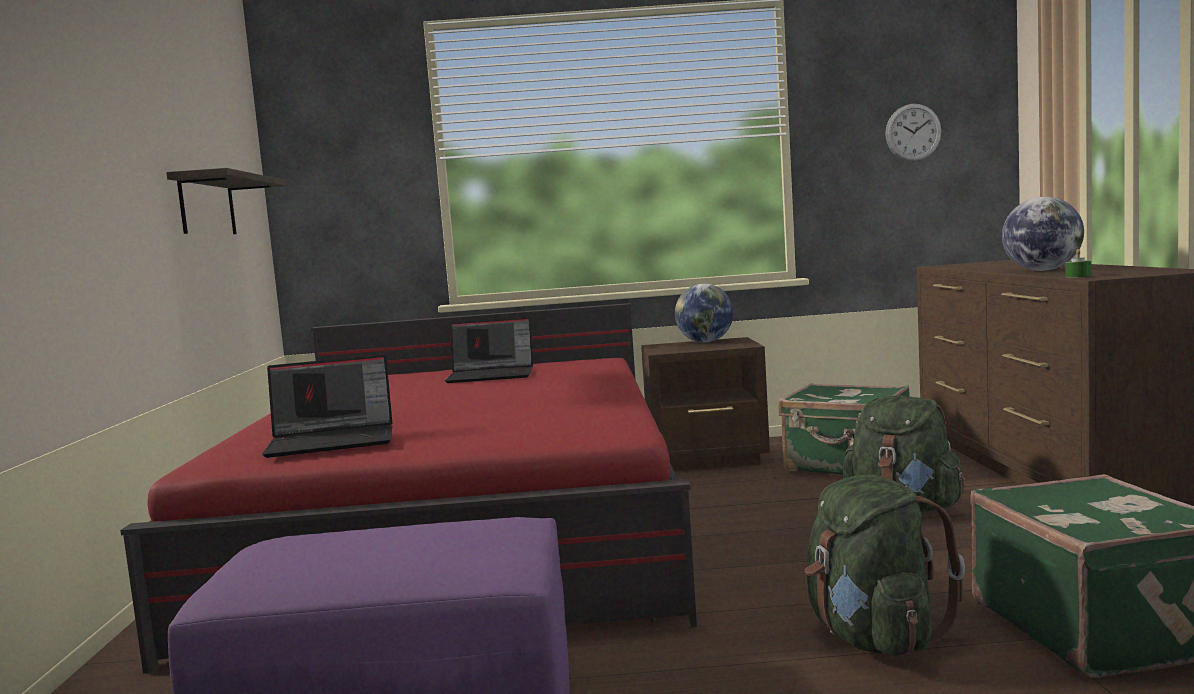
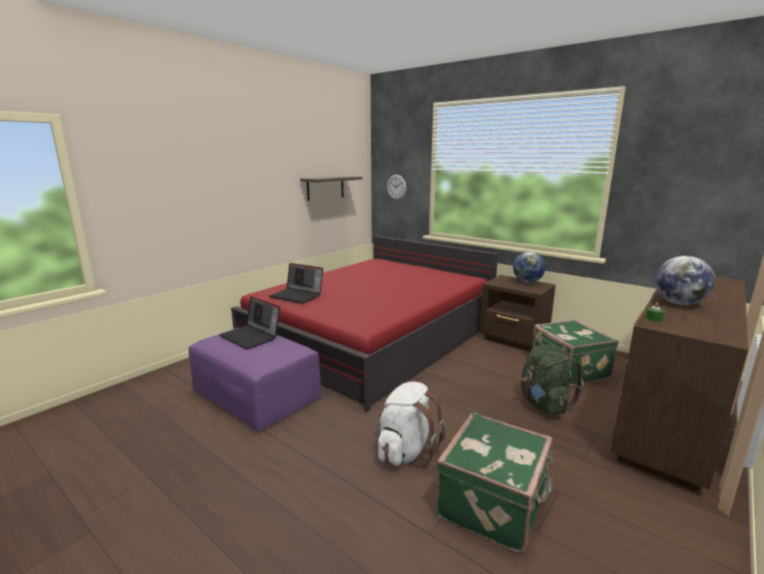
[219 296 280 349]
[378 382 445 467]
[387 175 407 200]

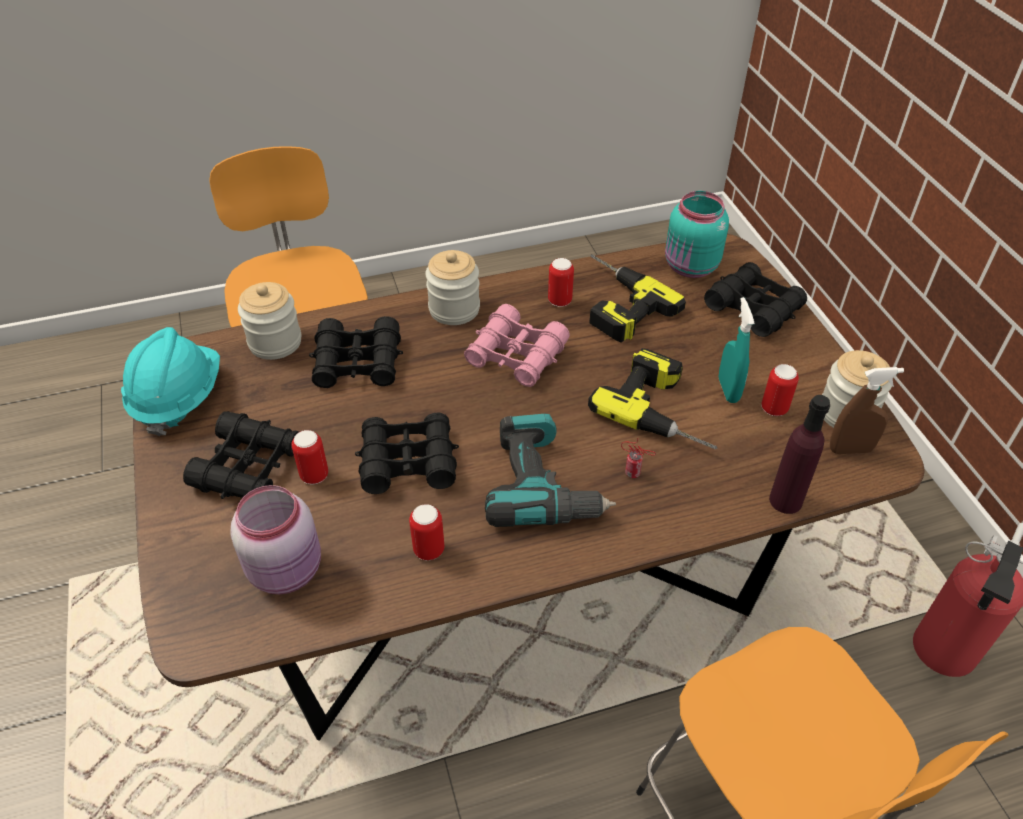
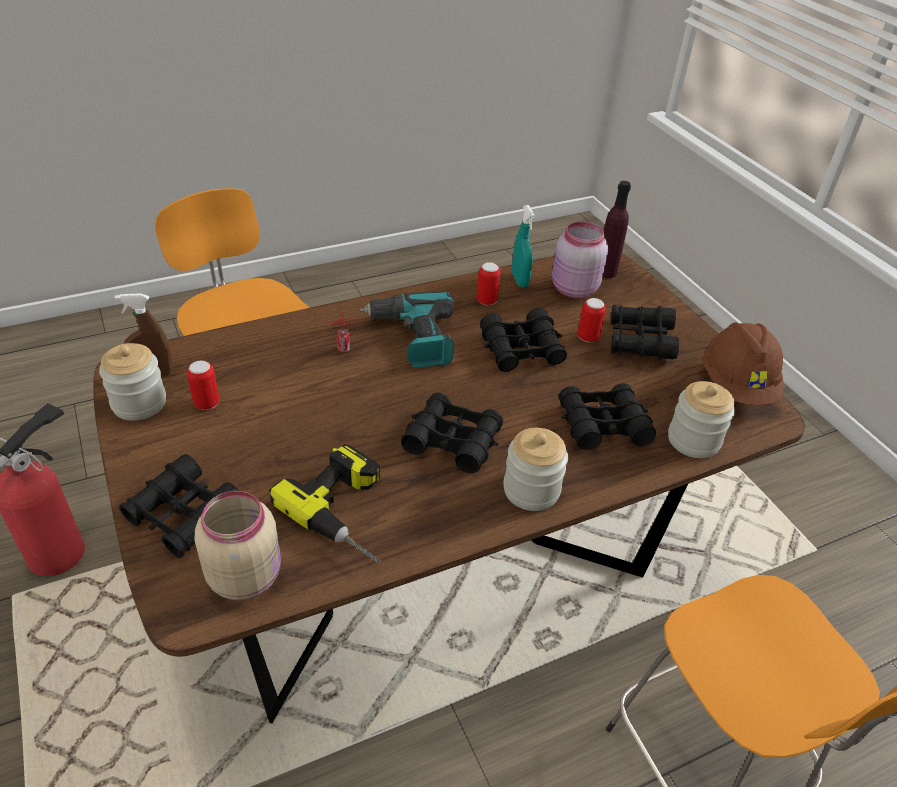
[703 322 784 405]
[401 393 503 473]
[548 258 574 307] (first image)
[588 348 717 449] (first image)
[195 491 281 600]
[512 205 535 287]
[603 181 631 278]

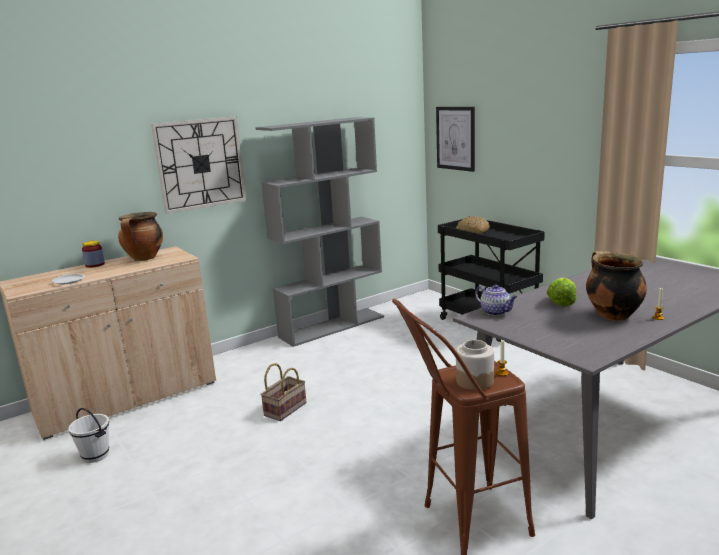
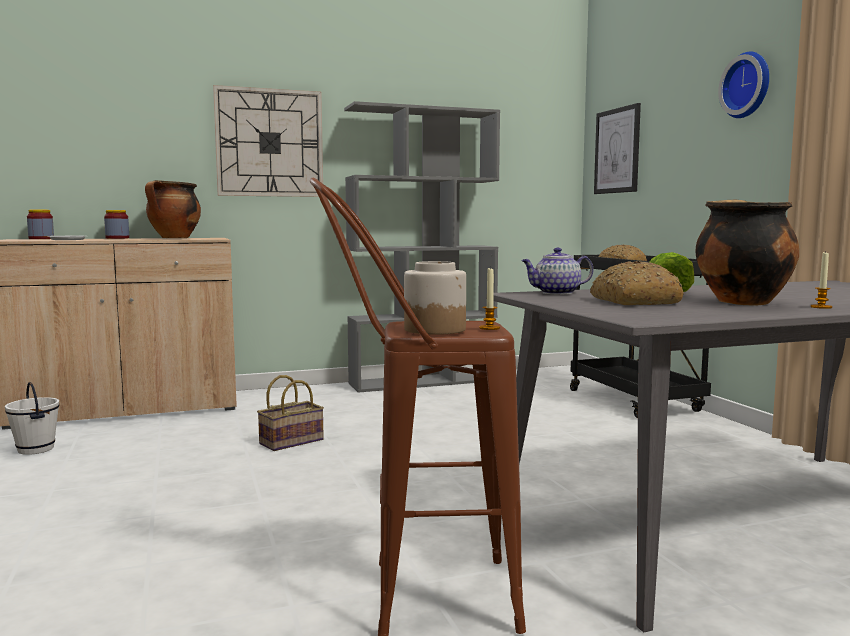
[521 248 594 295]
[27 210 54 239]
[590 261 684 305]
[718 52 769 118]

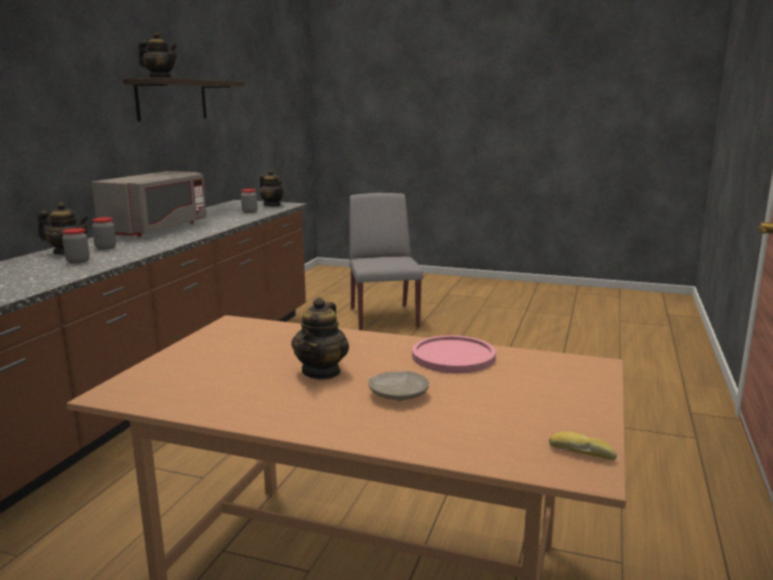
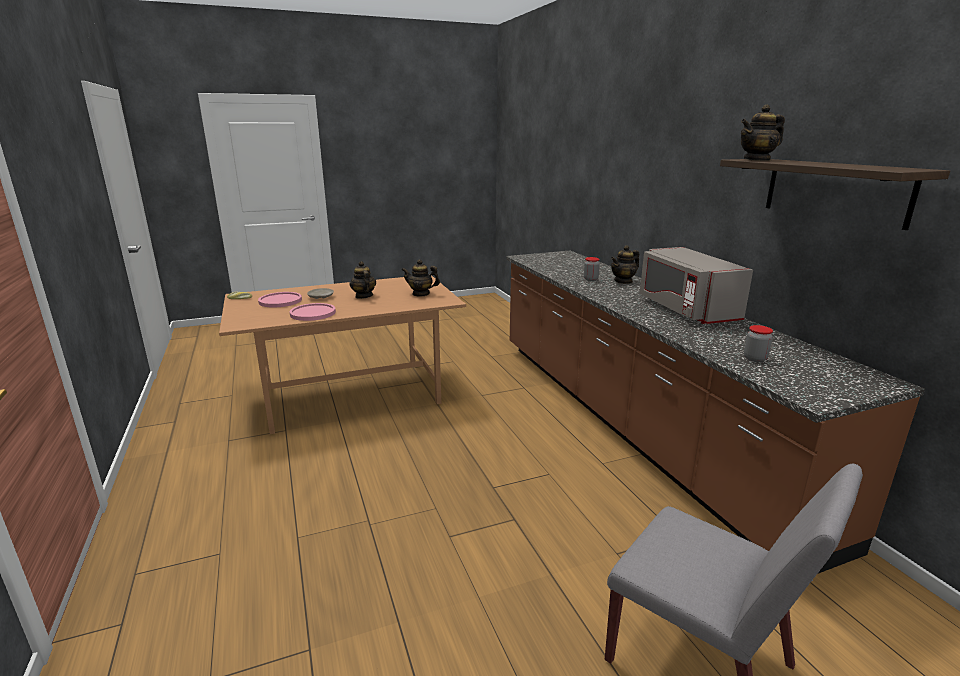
[92 217 116 249] (first image)
[402 259 440 296]
[258 292 302 308]

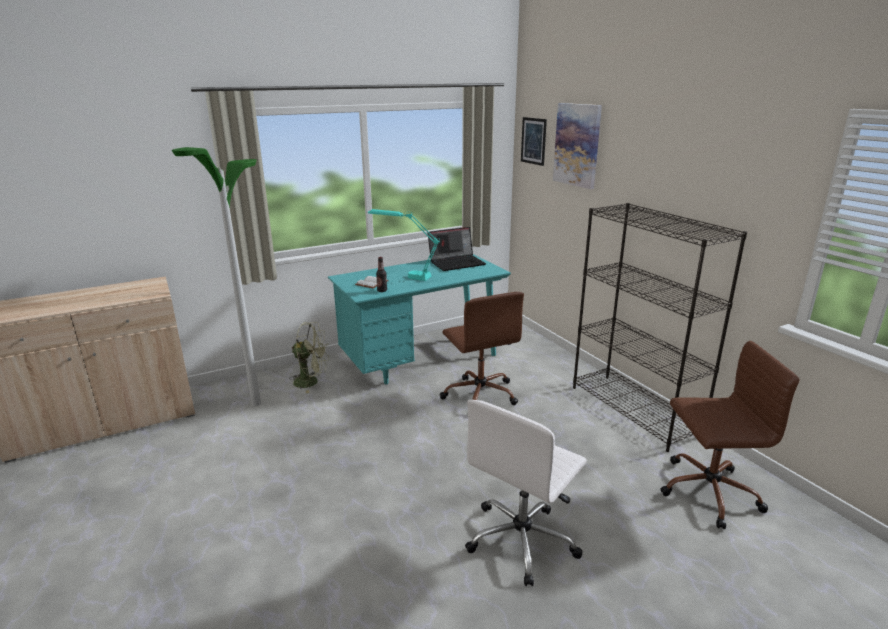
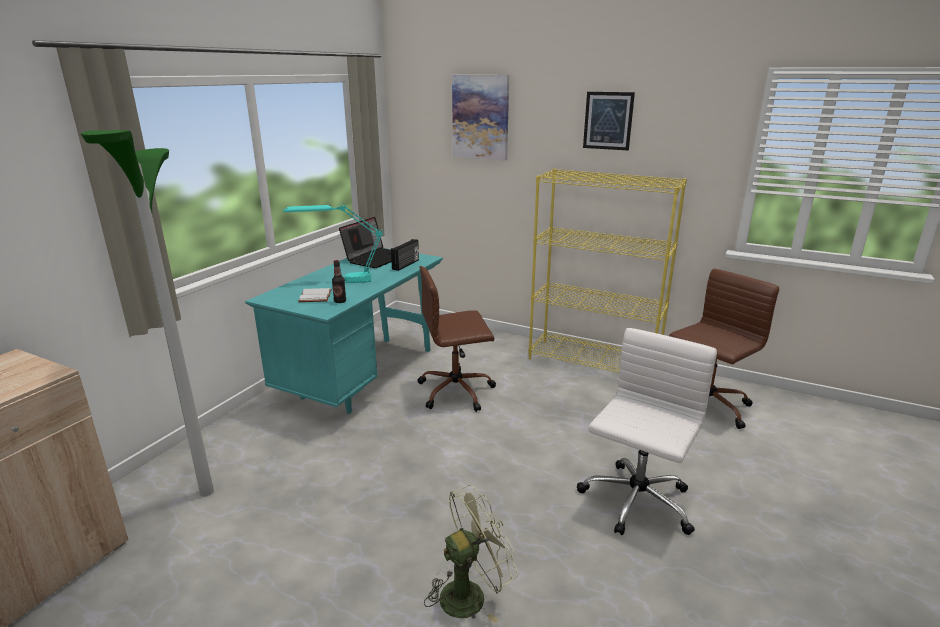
[424 485 519 623]
[418 266 496 412]
[577 328 717 535]
[583 92 635 150]
[528 169 687 373]
[391 239 419 271]

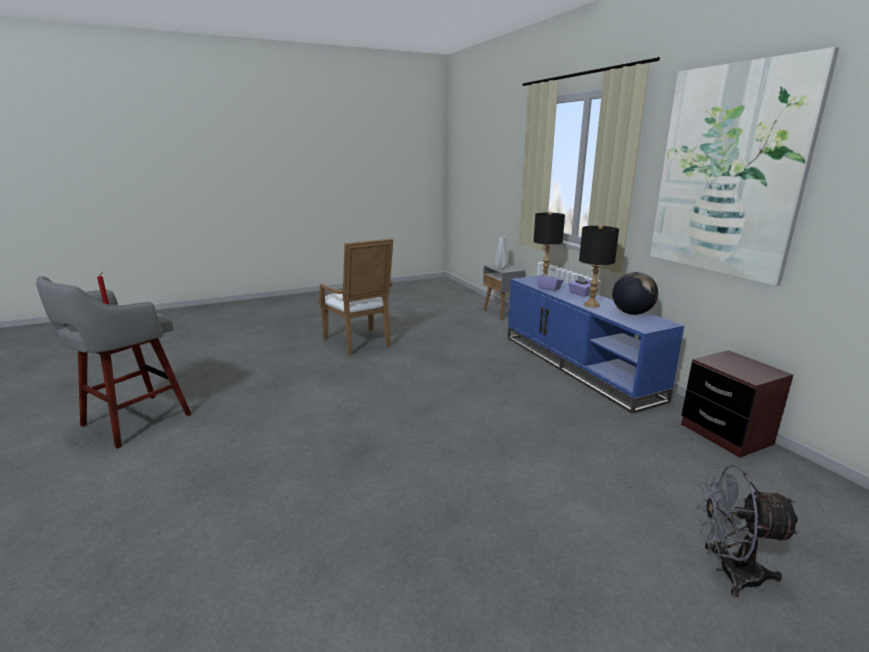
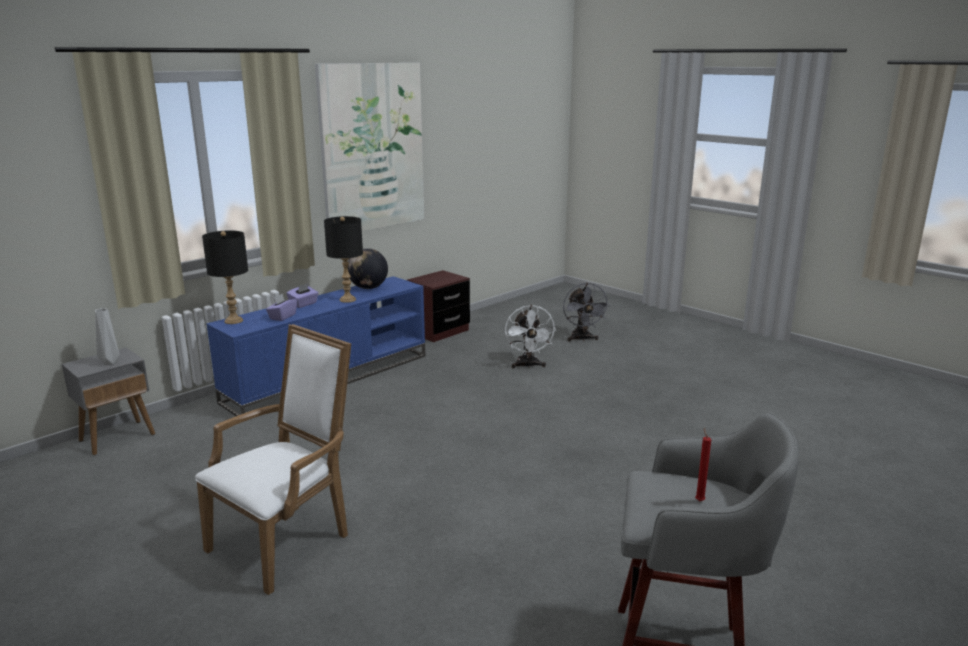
[505 305 556 368]

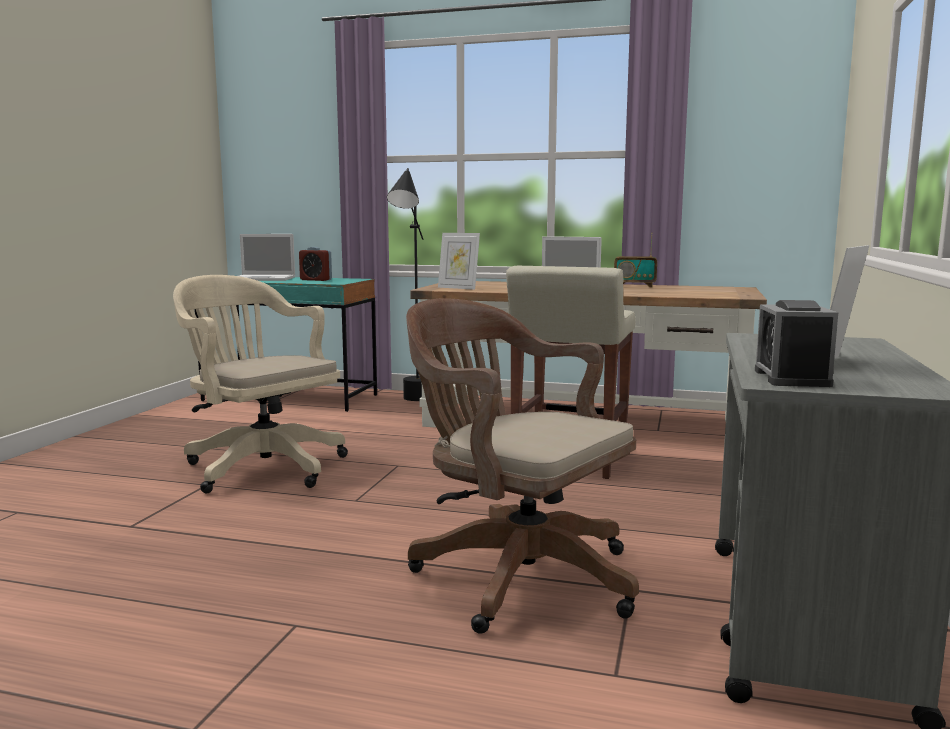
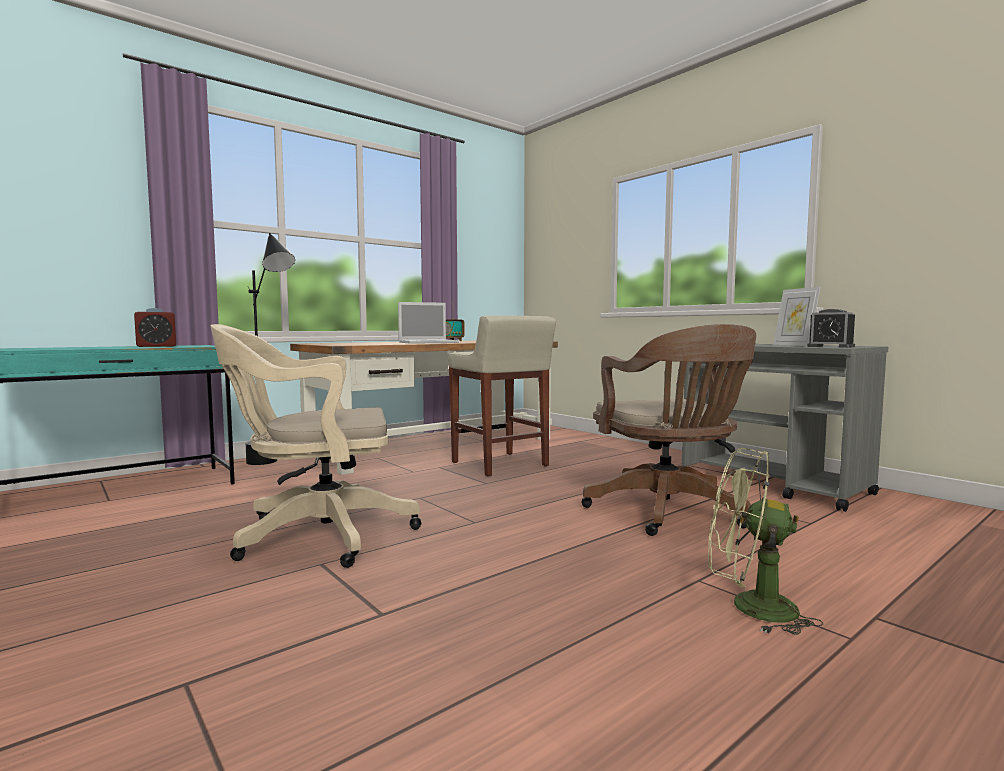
[239 234 295 281] (first image)
[581 324 756 536]
[438 233 480 290] (first image)
[708 448 823 635]

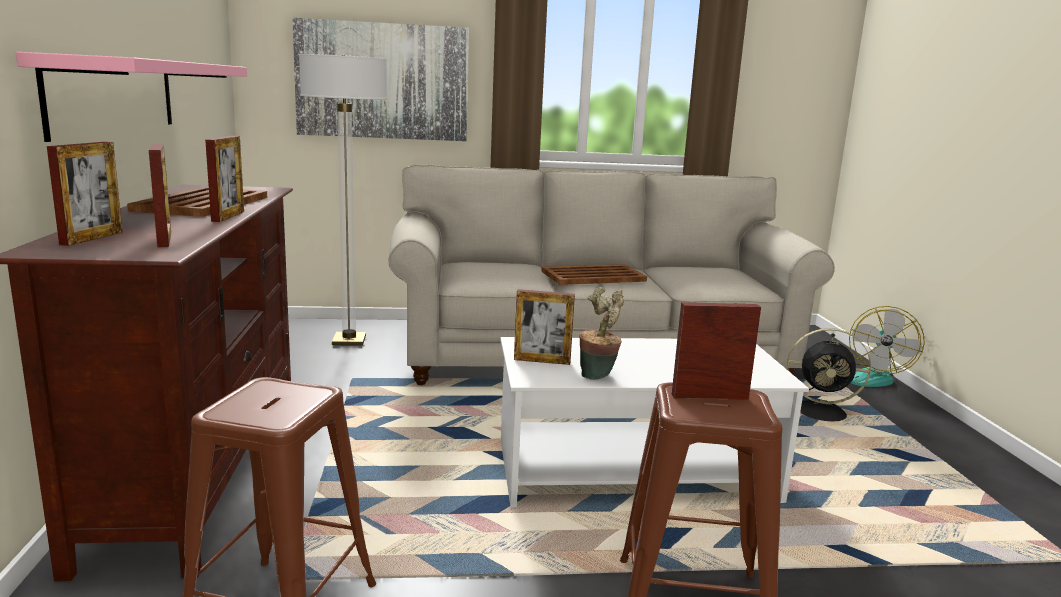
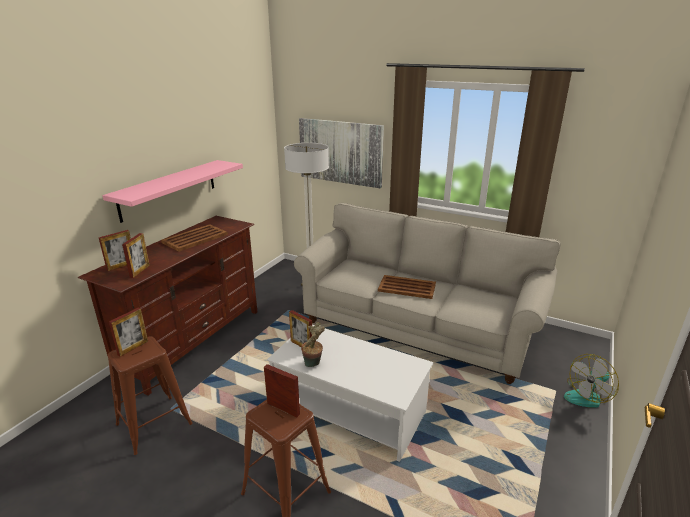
[109 307 148 357]
[787 328 871 422] (first image)

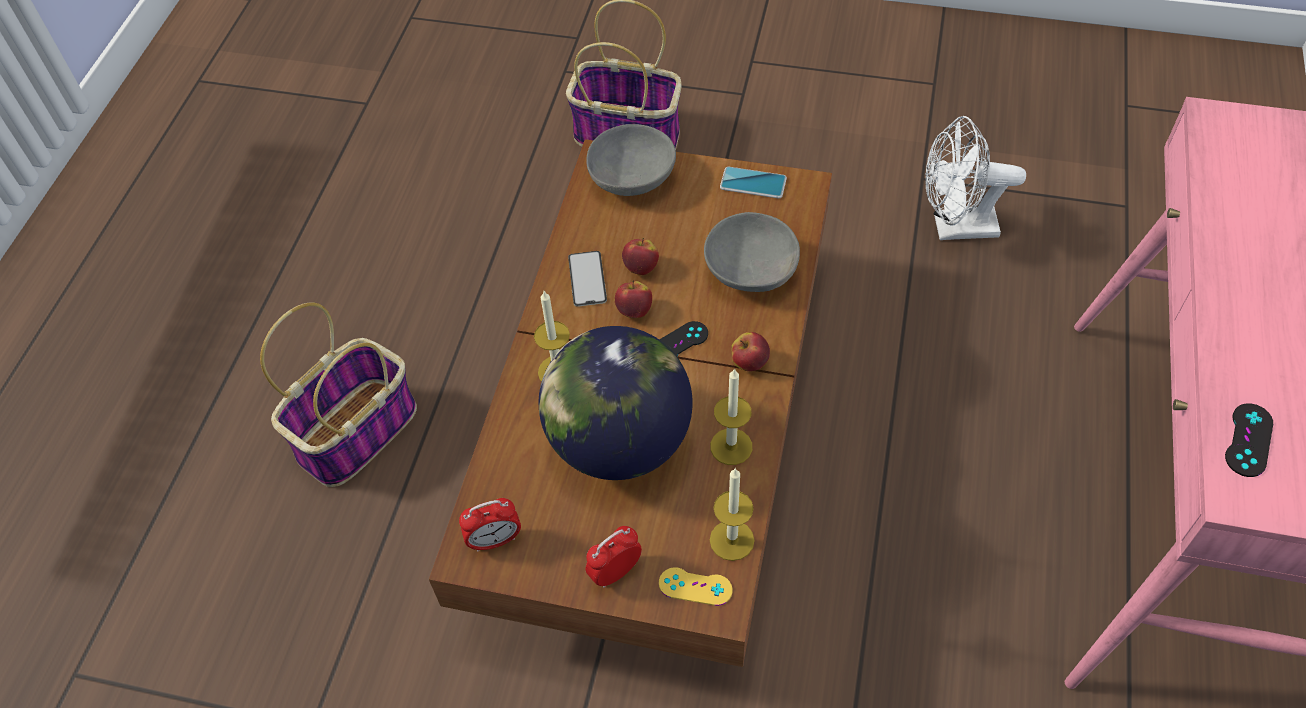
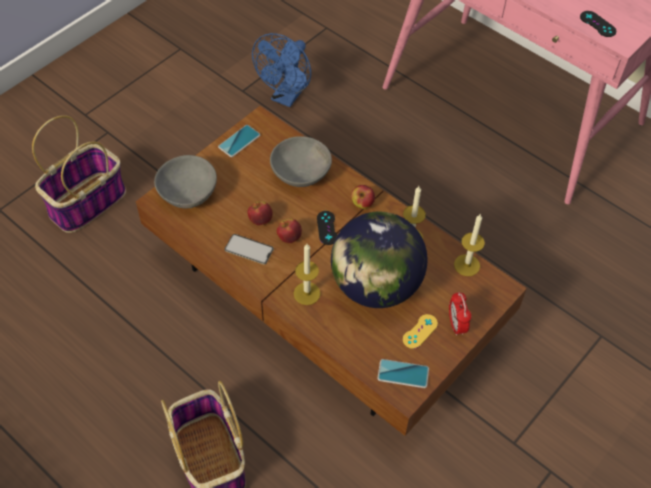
[378 359 429 388]
[403 314 438 349]
[252 33 311 107]

